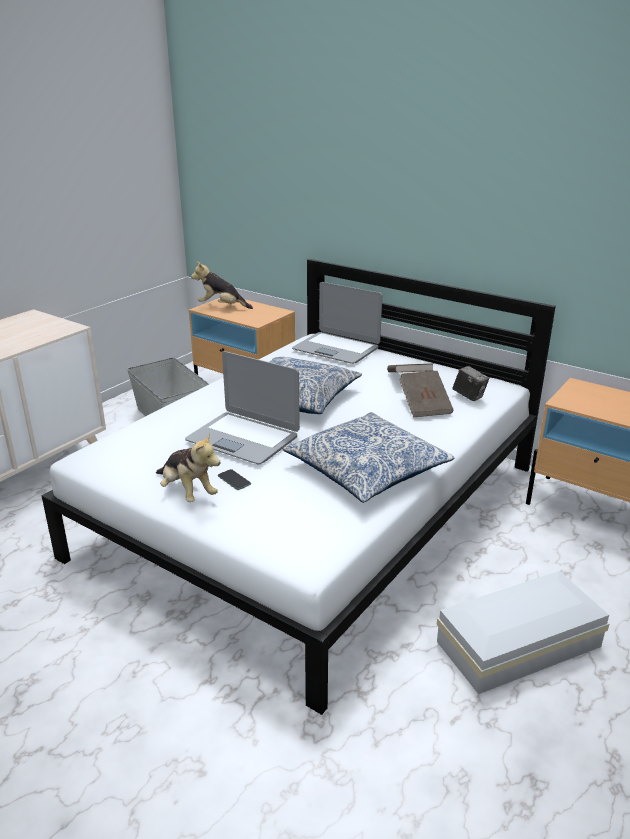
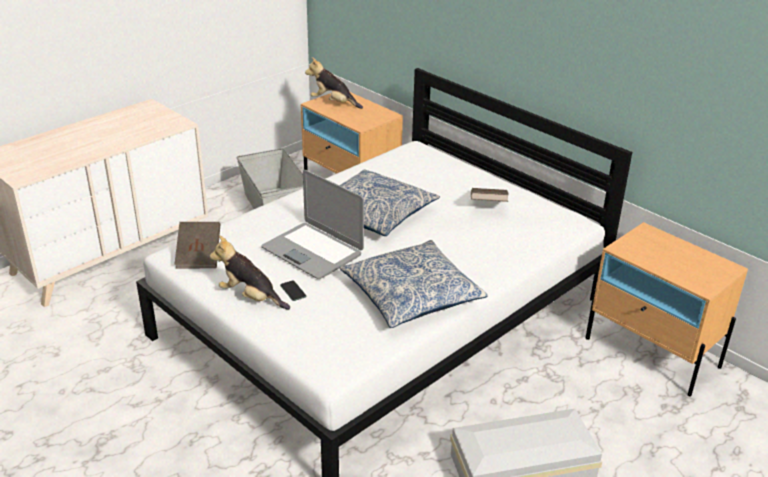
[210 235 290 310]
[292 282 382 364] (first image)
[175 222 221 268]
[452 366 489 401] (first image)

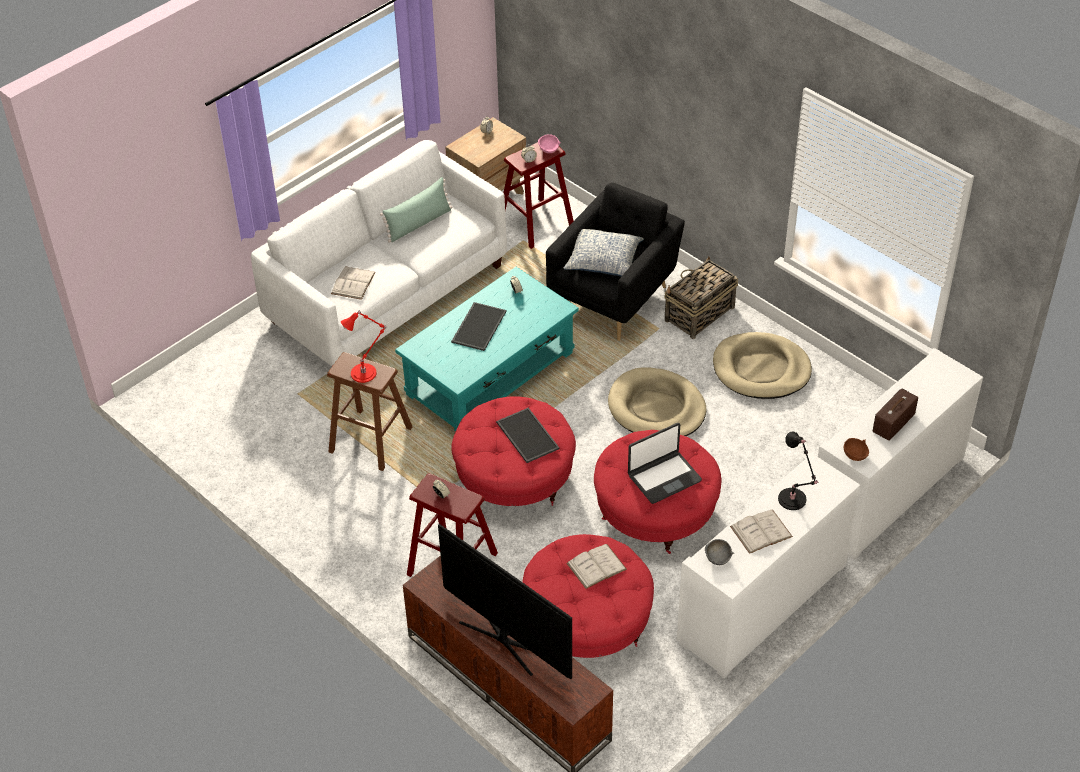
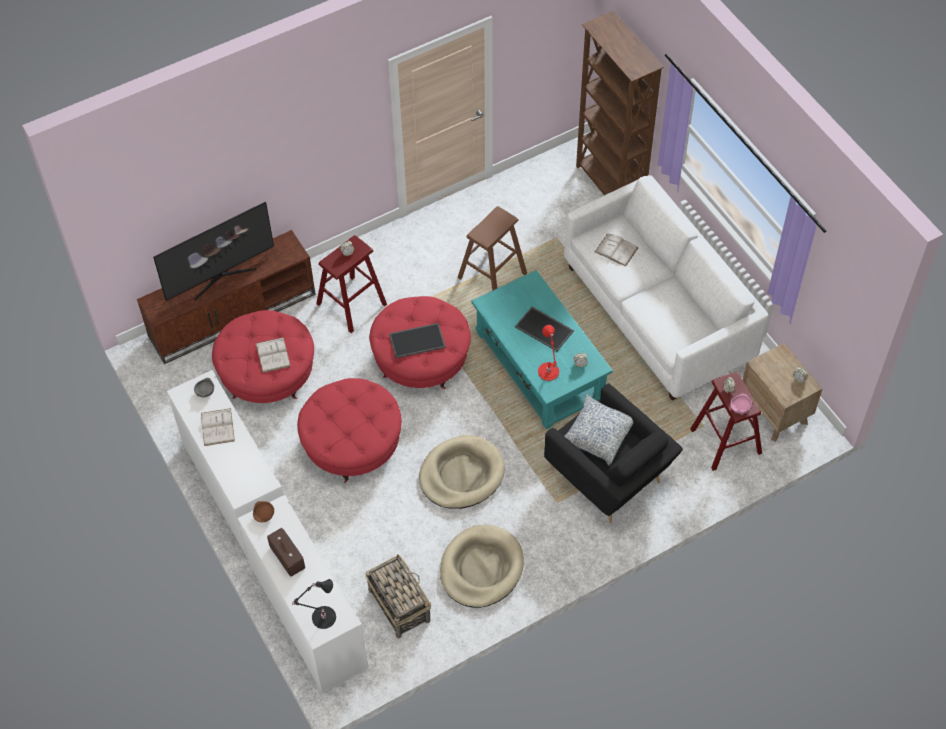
[538 325 559 381]
[380 177 452 243] (first image)
[628 423 702 504] (first image)
[365 554 431 639]
[292 579 336 629]
[576 11 664 195]

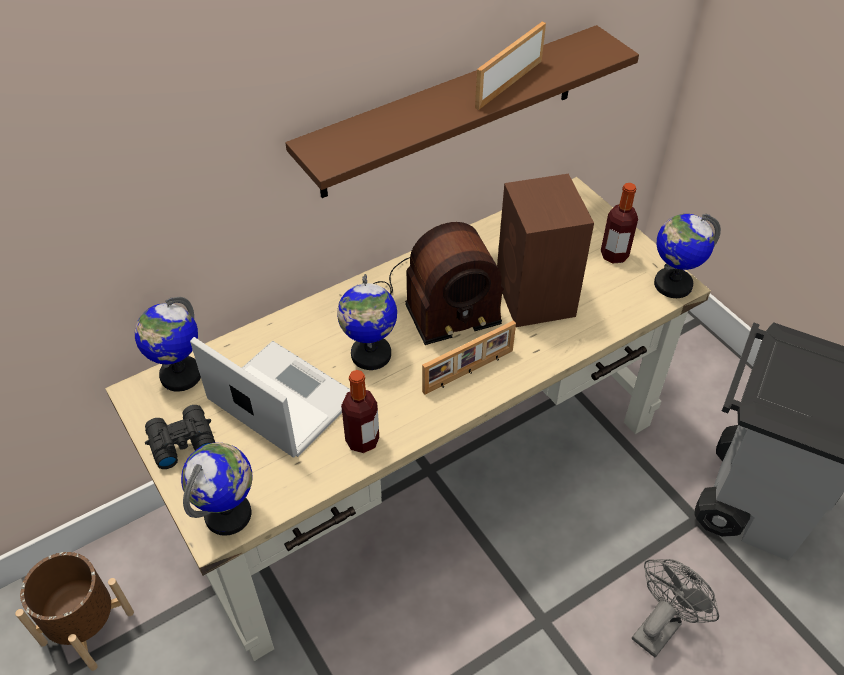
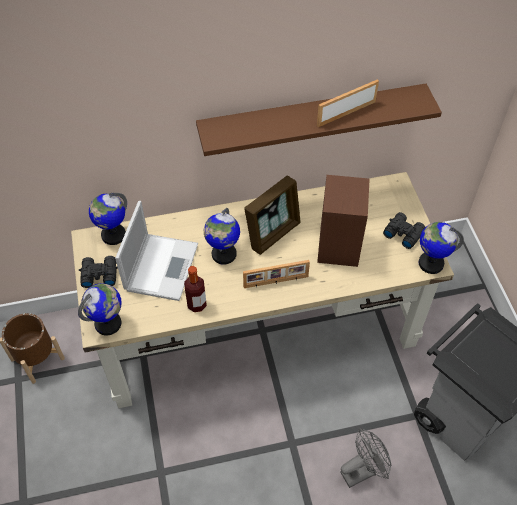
[115 201 198 301]
[244 176 301 255]
[383 212 425 249]

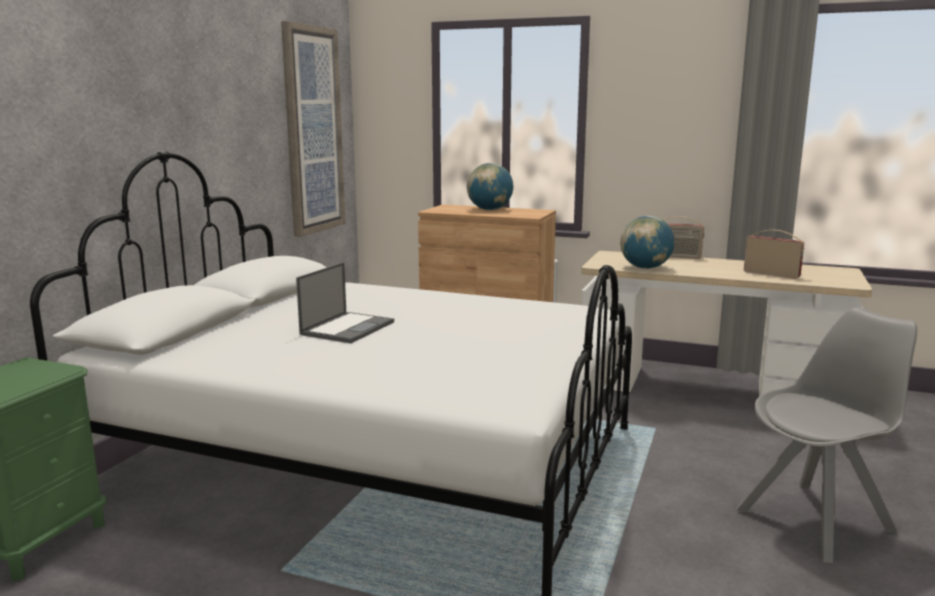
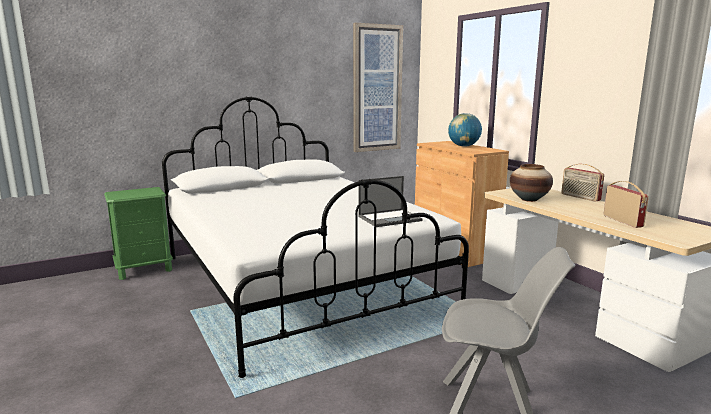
[358 176 423 227]
[510 164 553 202]

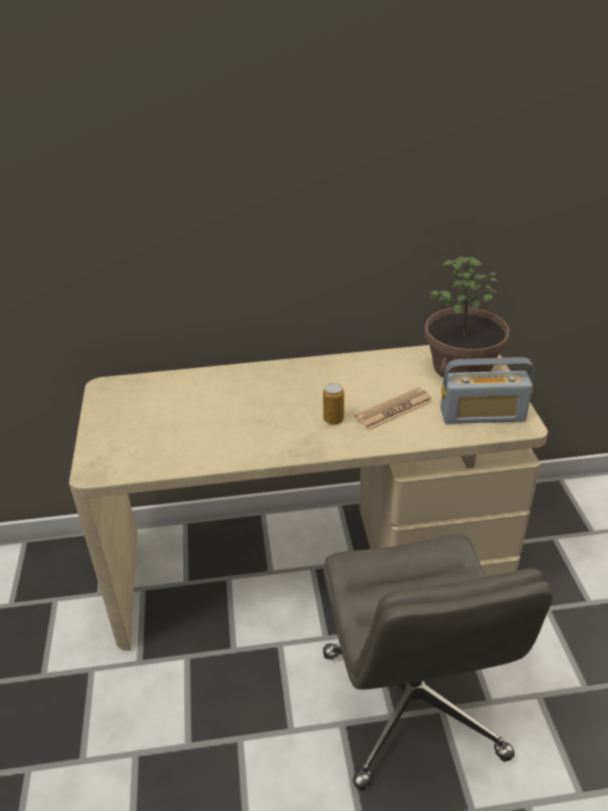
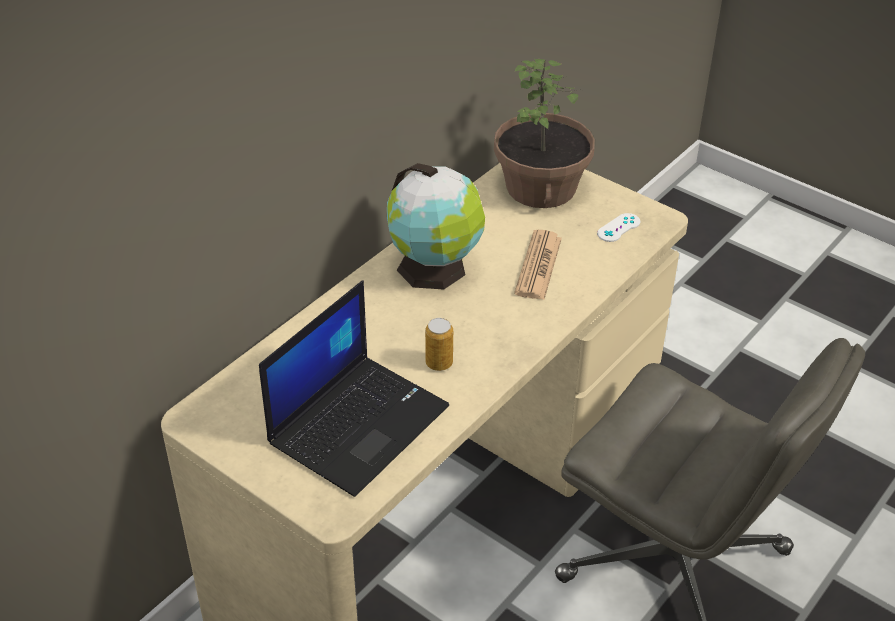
[425 318 453 371]
[597 213 640 242]
[259 281 449 497]
[387 163 485 289]

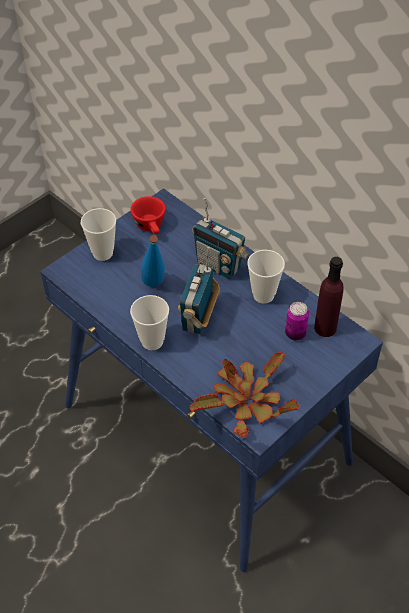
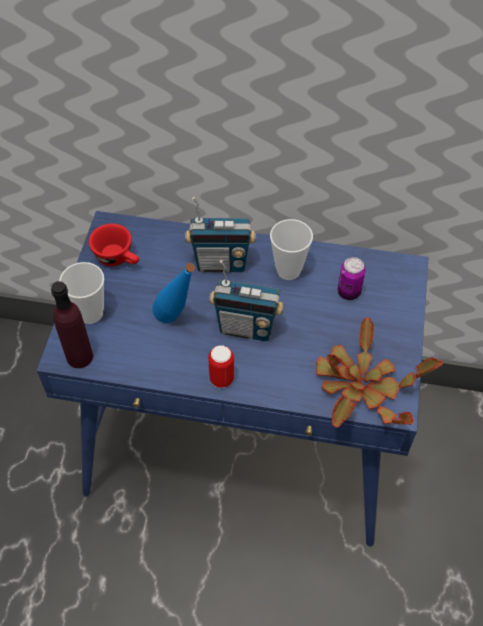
[208 345 234 388]
[209 260 284 341]
[51 281 93 368]

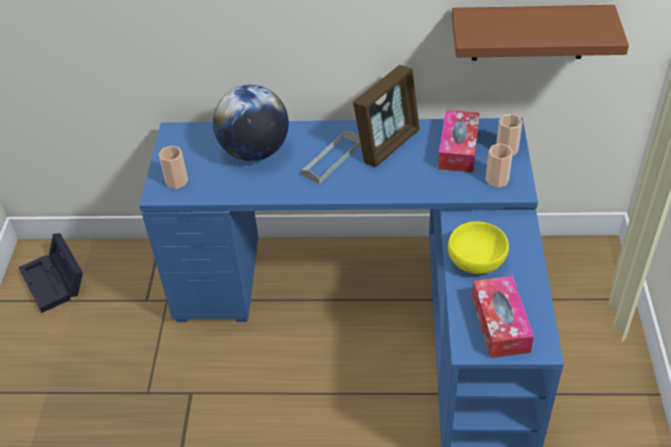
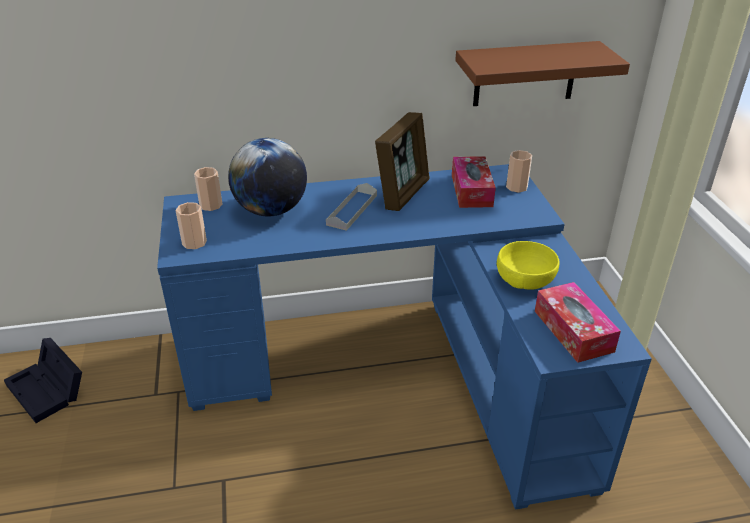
[194 167 222 211]

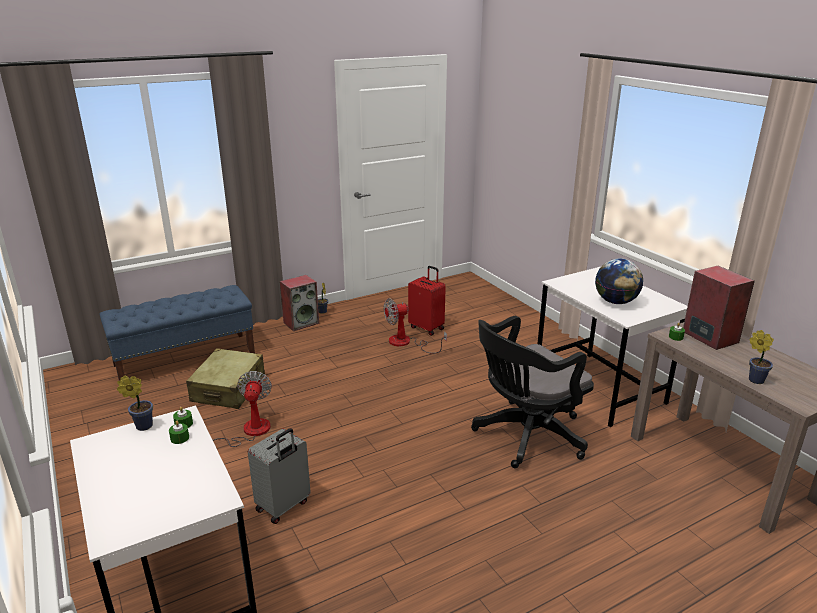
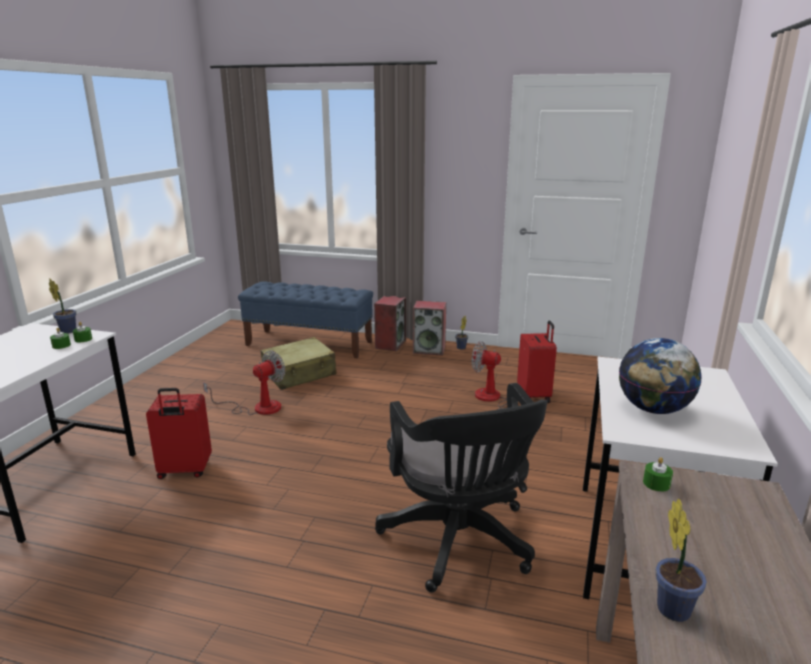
[146 388 212 479]
[375 383 548 593]
[374 296 406 351]

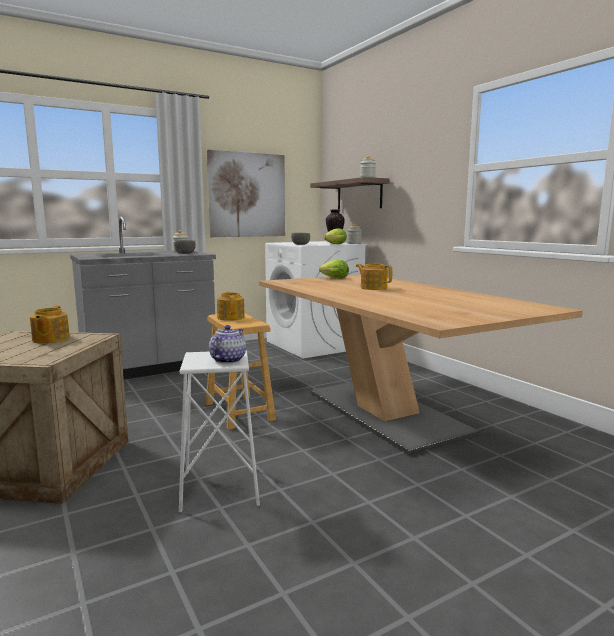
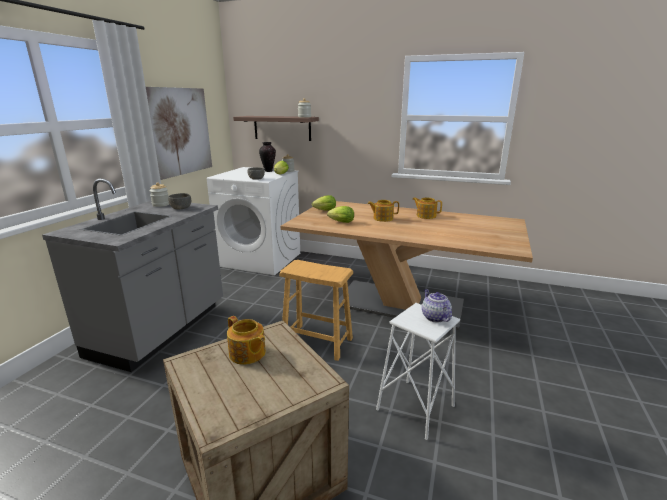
[412 197 442 219]
[327 206 354 223]

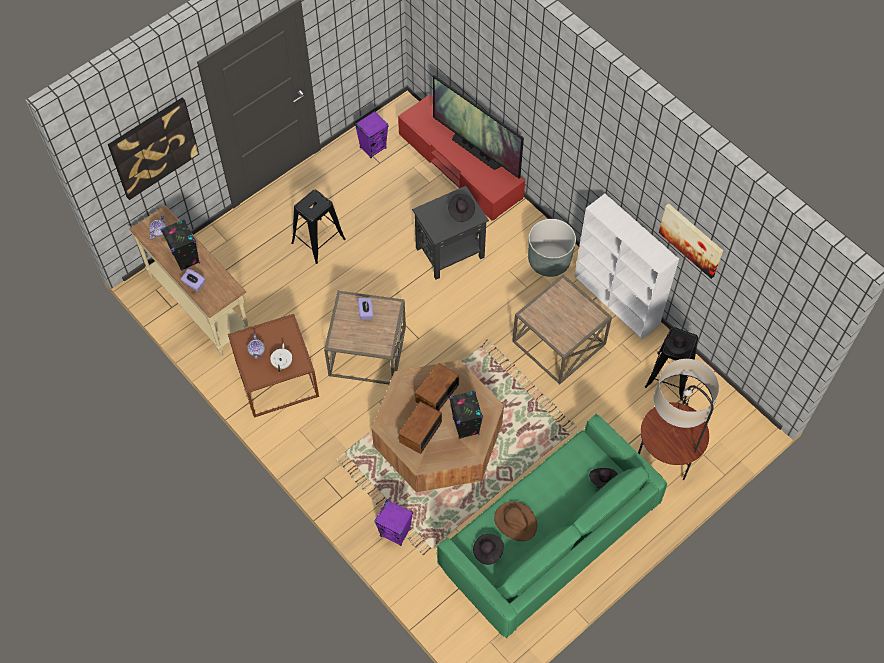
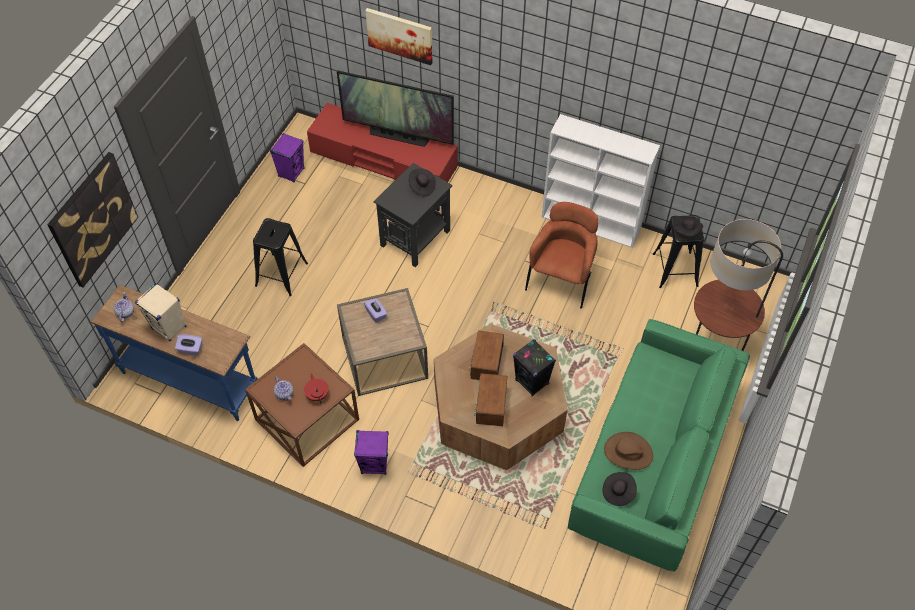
[91 285 258 421]
[135 283 186 342]
[304 374 328 404]
[354 430 389 475]
[525 202 598 309]
[528 219 576 277] (first image)
[589 468 618 489] (first image)
[365 8 433 65]

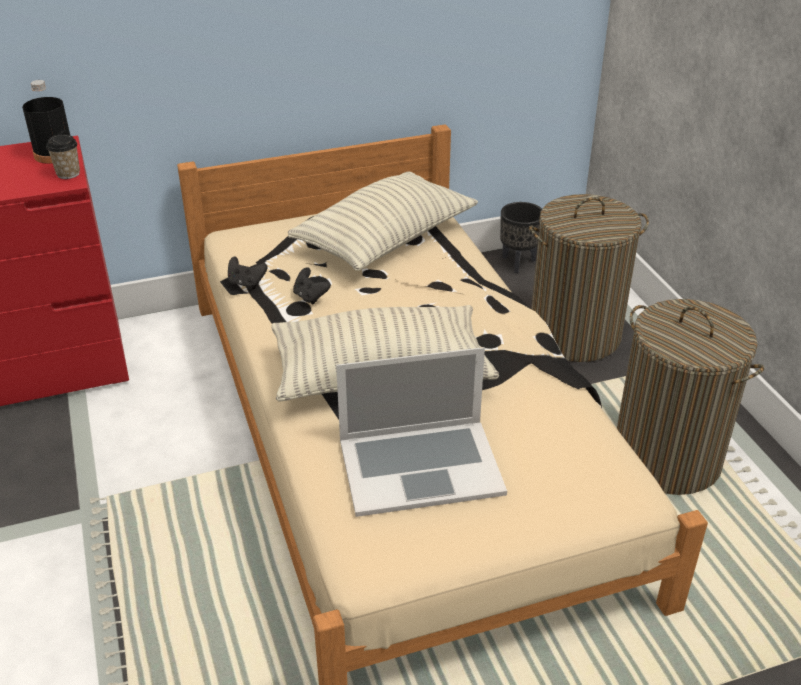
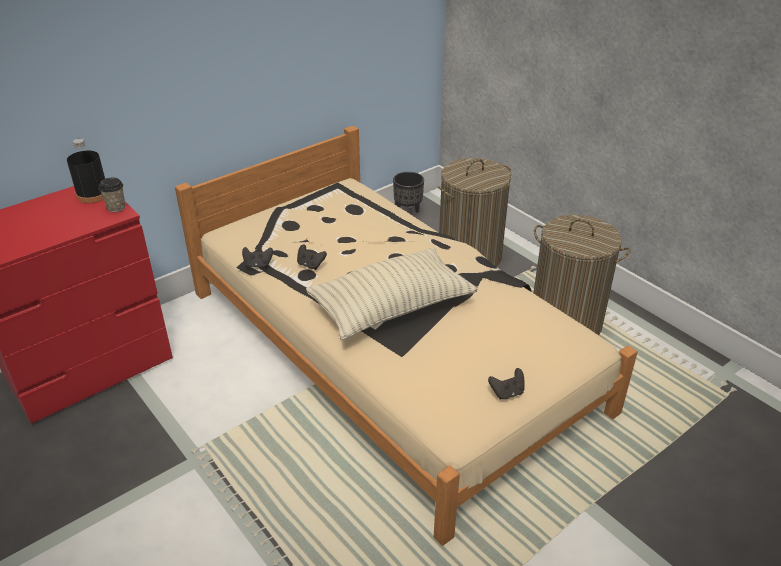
[288 171 478 271] (first image)
[336 347 507 517] (first image)
[488 368 525 400]

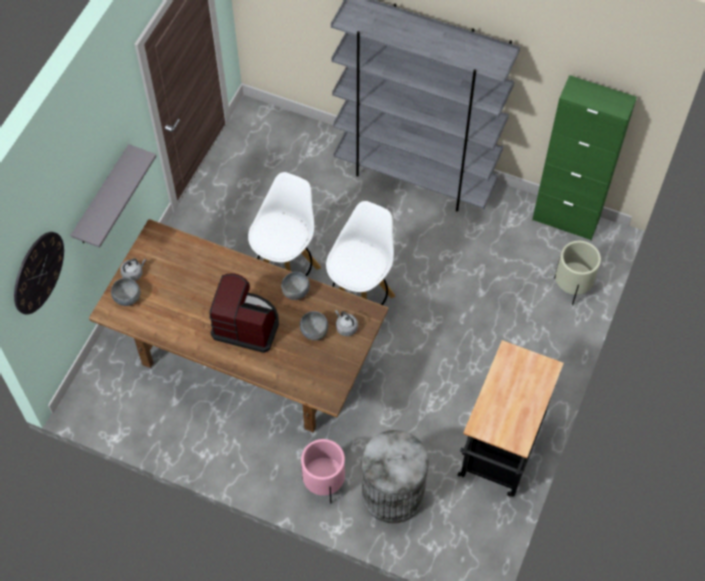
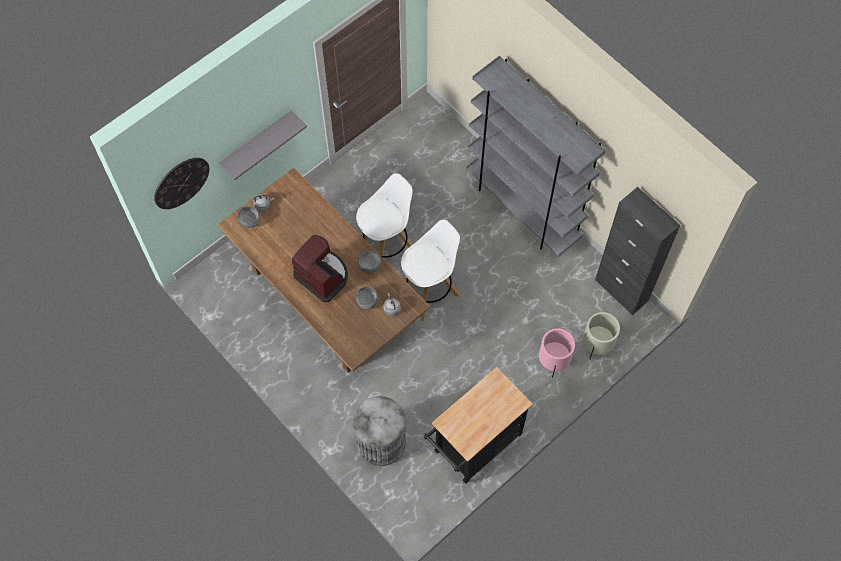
[539 328 575 378]
[595 187 680 315]

